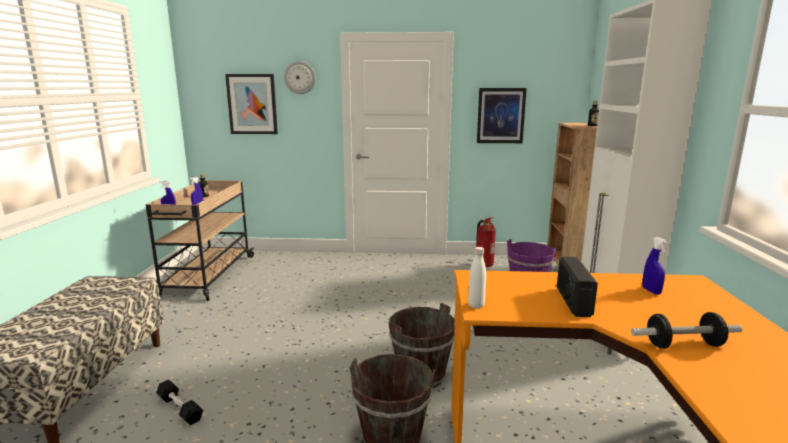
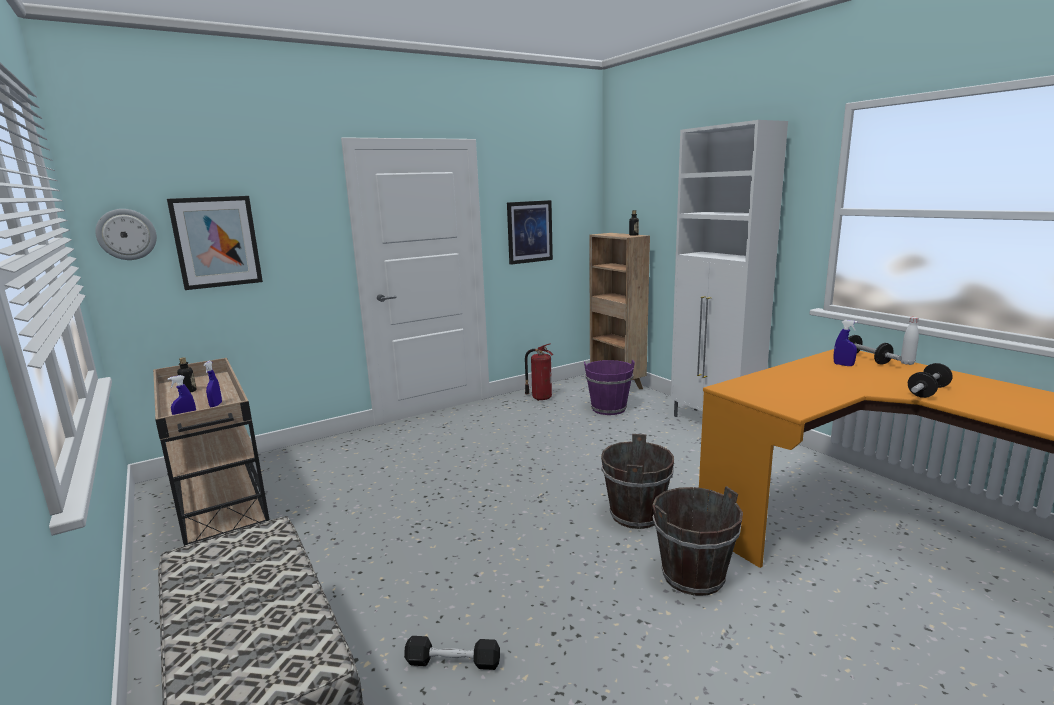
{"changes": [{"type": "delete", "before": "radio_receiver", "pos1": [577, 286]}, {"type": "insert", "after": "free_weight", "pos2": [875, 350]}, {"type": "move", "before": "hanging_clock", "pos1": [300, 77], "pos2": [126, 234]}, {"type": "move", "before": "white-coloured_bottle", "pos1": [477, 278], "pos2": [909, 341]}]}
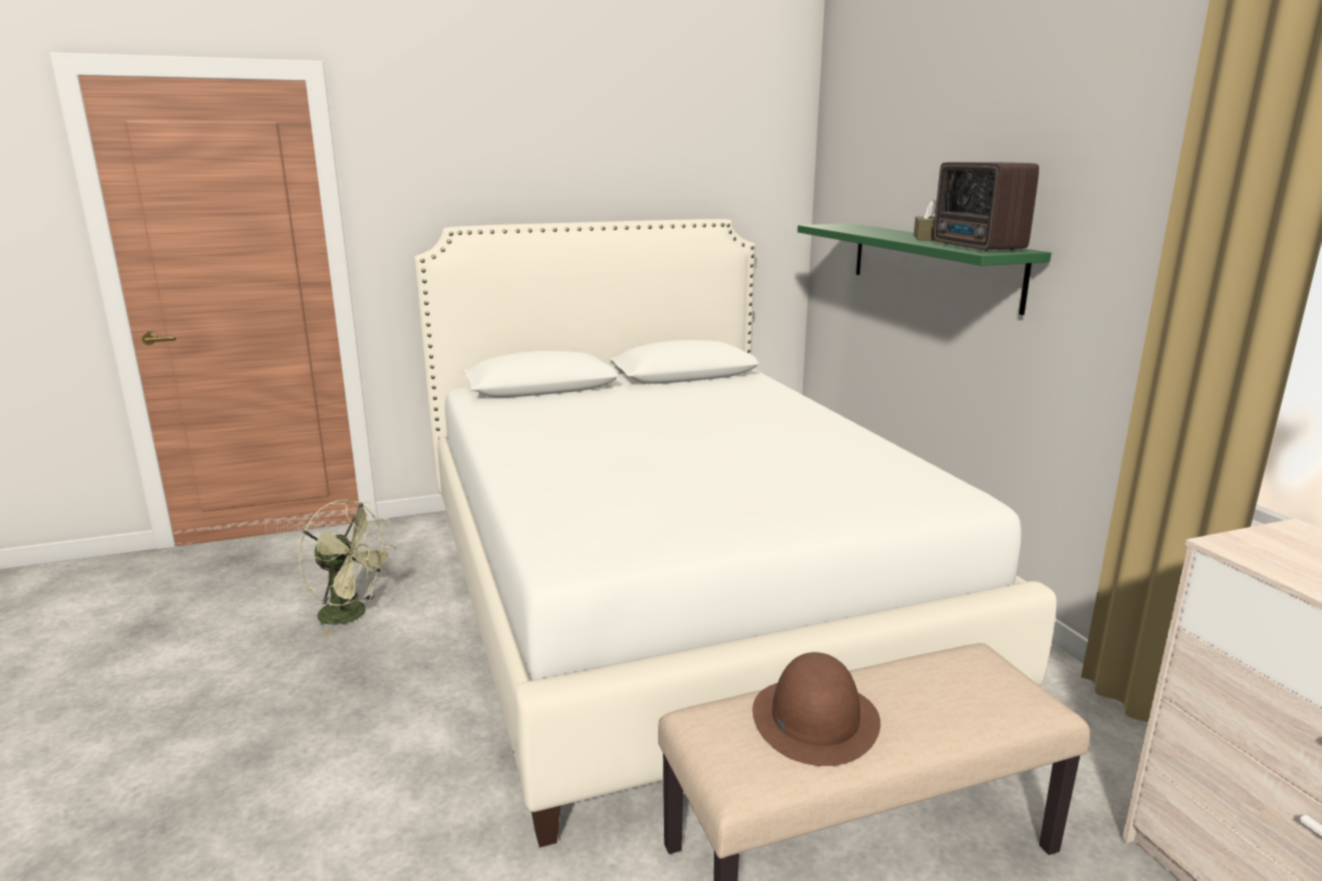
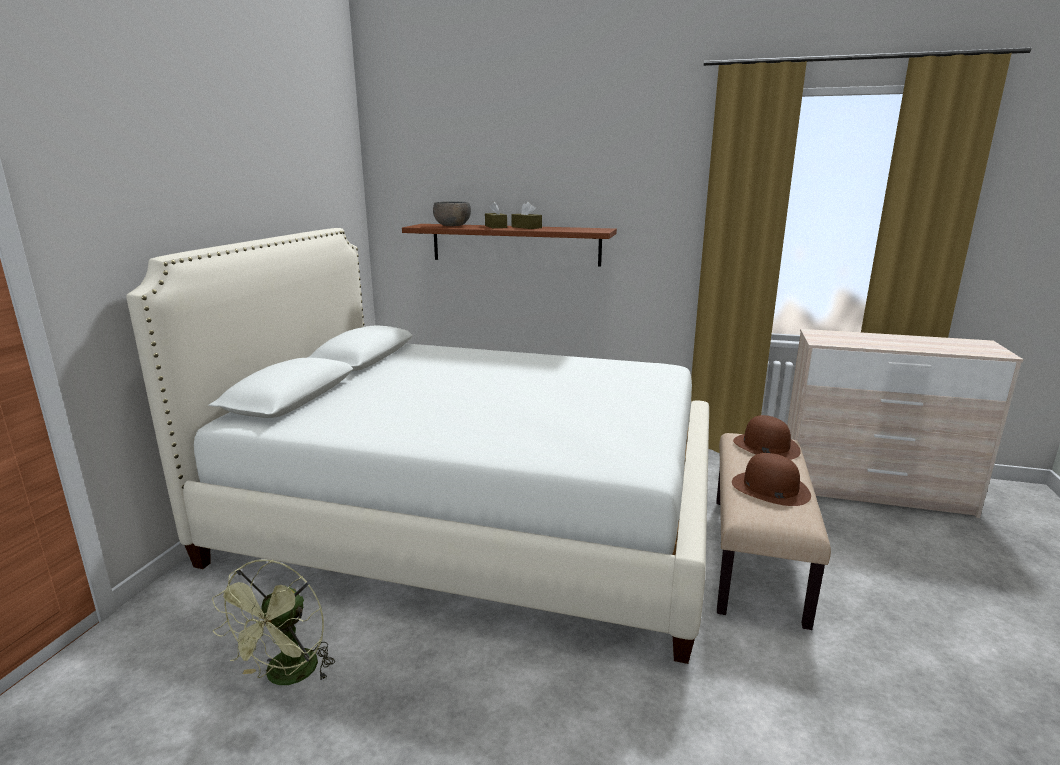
{"changes": [{"type": "delete", "before": "radio_receiver", "pos1": [986, 206]}, {"type": "insert", "after": "grey_bowl", "pos2": [452, 214]}, {"type": "insert", "after": "brownish_tissue_holder", "pos2": [496, 214]}, {"type": "insert", "after": "brownish_wearable_hat", "pos2": [767, 437]}, {"type": "recolor", "before": "green_bracket_shelf", "after": "brownish_bracket_shelf", "pos1": [924, 269], "pos2": [509, 245]}, {"type": "rotate", "before": "green_electric_fan", "pos1": [347, 567], "pos2": [273, 622], "turn": 135}]}
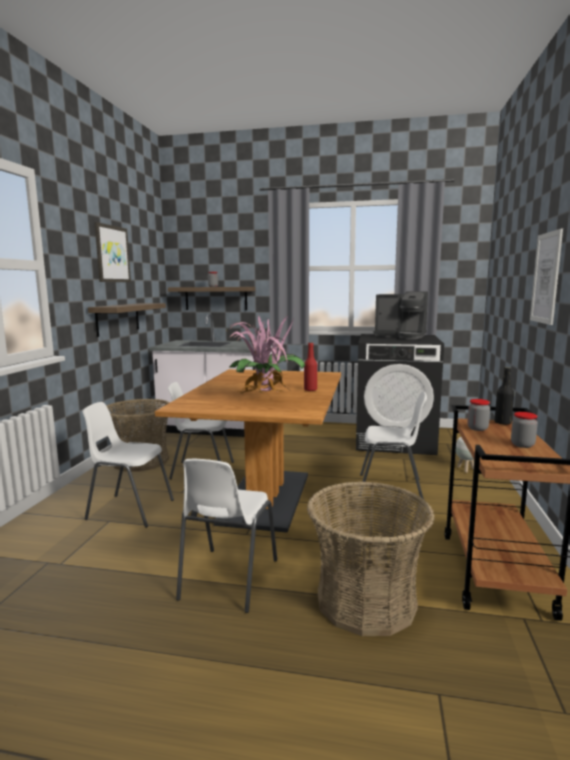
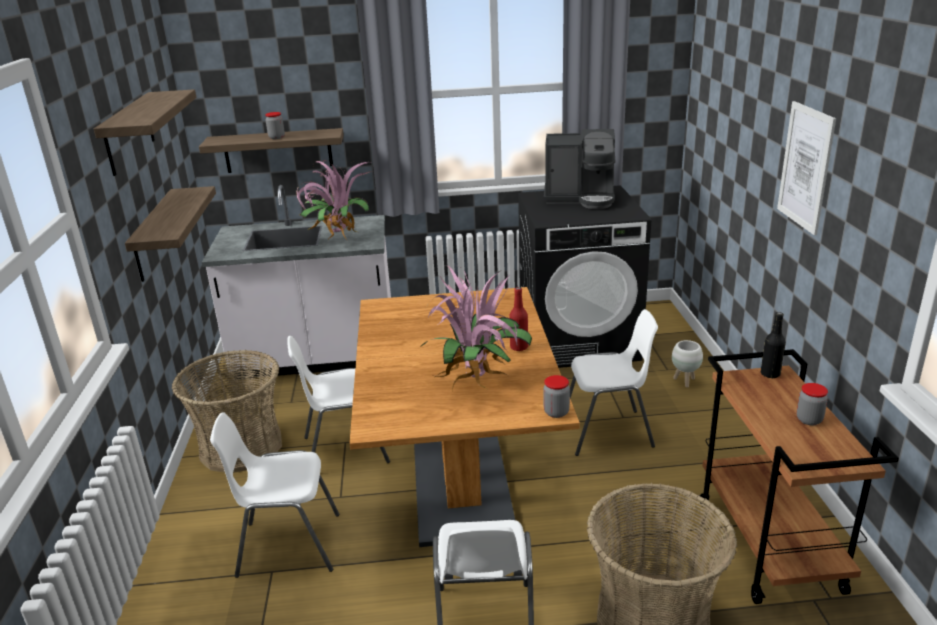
{"changes": [{"type": "insert", "after": "plant_in_a_pot", "pos2": [334, 200]}, {"type": "move", "before": "storage_jar", "pos1": [478, 415], "pos2": [557, 396]}, {"type": "replace", "before": "wall_art", "after": "bracket_shelf", "pos1": [112, 252], "pos2": [145, 132]}]}
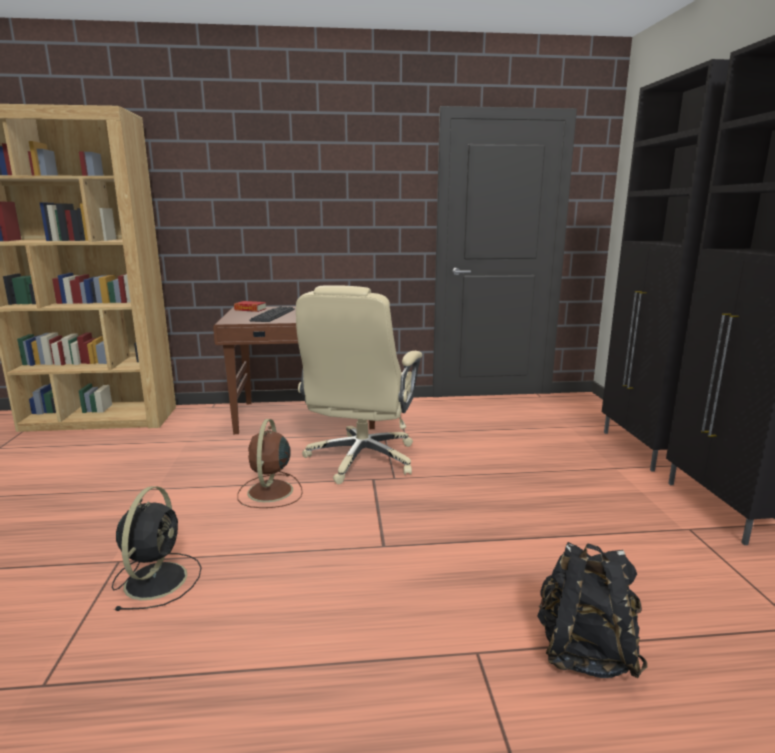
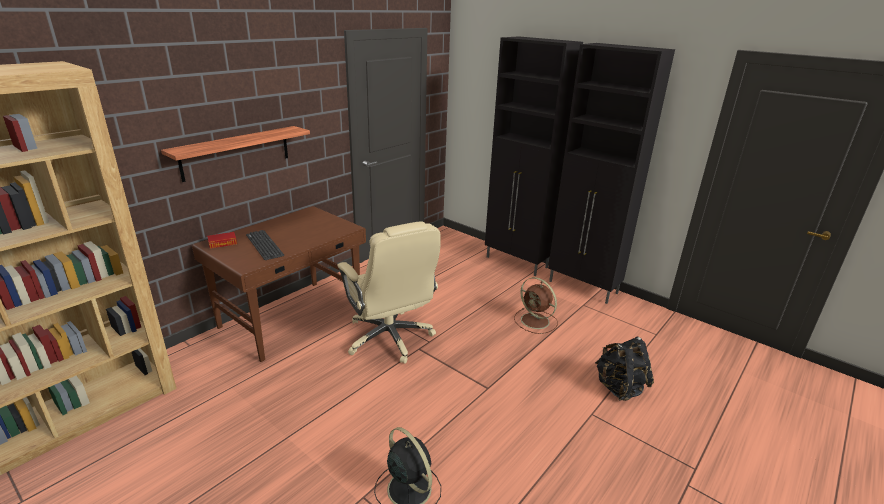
{"changes": [{"type": "insert", "after": "bracket_shelf", "pos2": [235, 154]}, {"type": "move", "before": "brownish_electric_fan", "pos1": [270, 463], "pos2": [536, 305]}]}
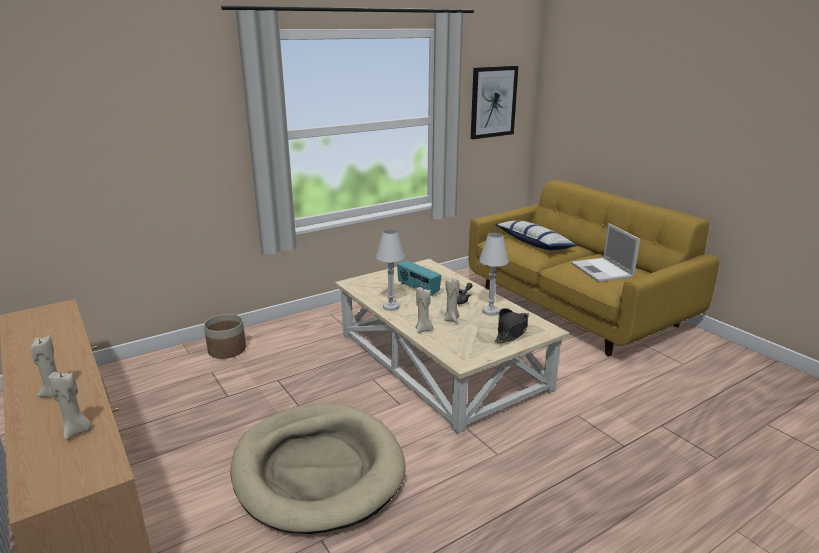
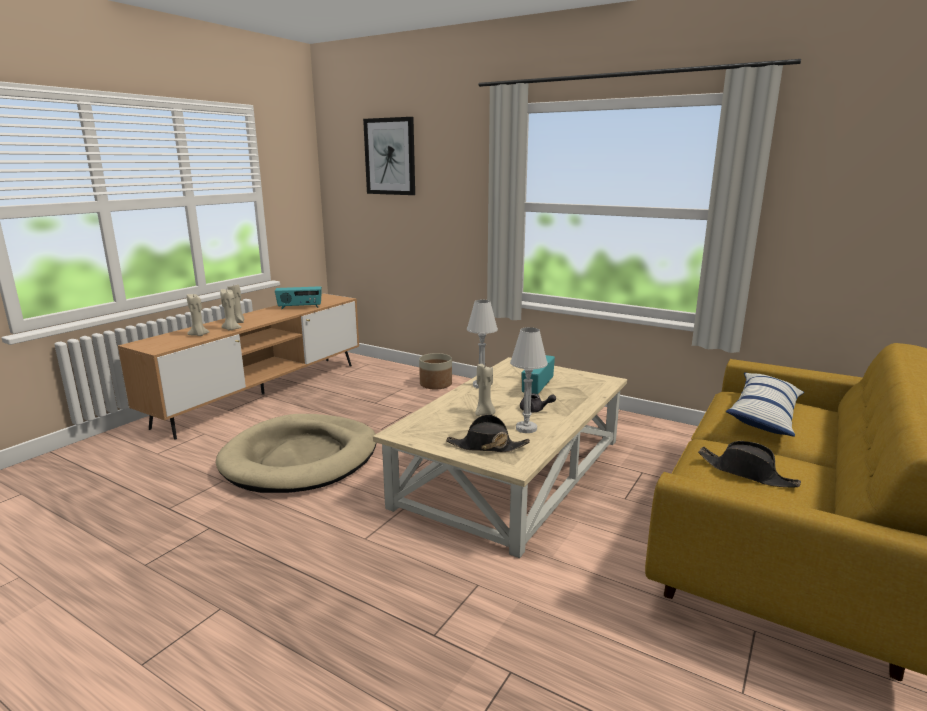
{"changes": [{"type": "insert", "after": "radio_receiver", "pos2": [298, 297]}, {"type": "move", "before": "beige-coloured_wax_candle", "pos1": [424, 310], "pos2": [231, 310]}, {"type": "move", "before": "wall_art", "pos1": [494, 102], "pos2": [389, 156]}, {"type": "replace", "before": "portable_computer", "after": "blackish_wearable_hat", "pos1": [605, 252], "pos2": [749, 464]}]}
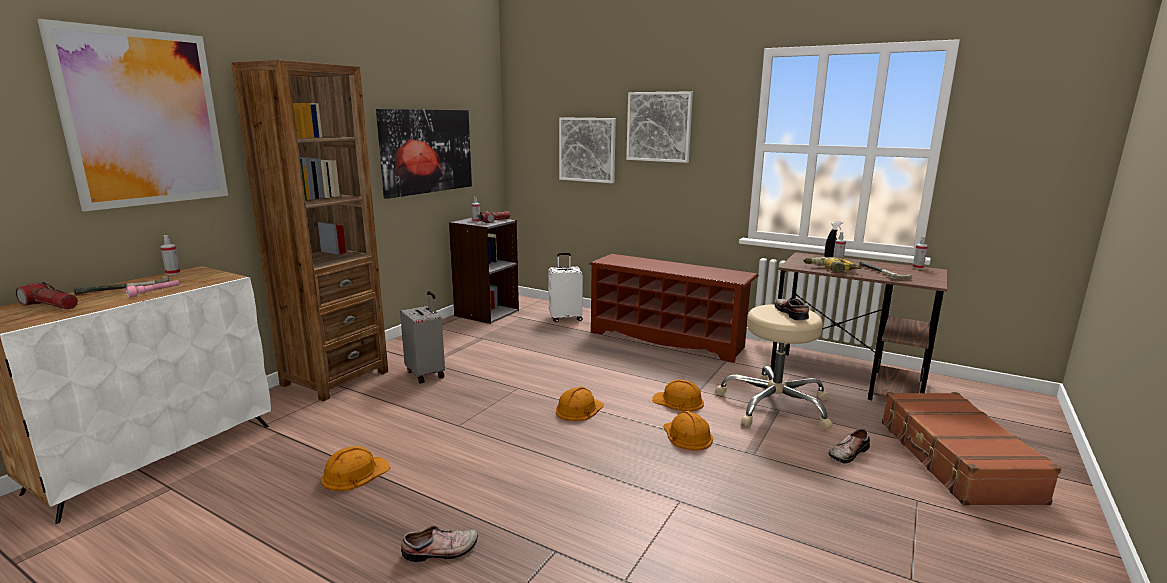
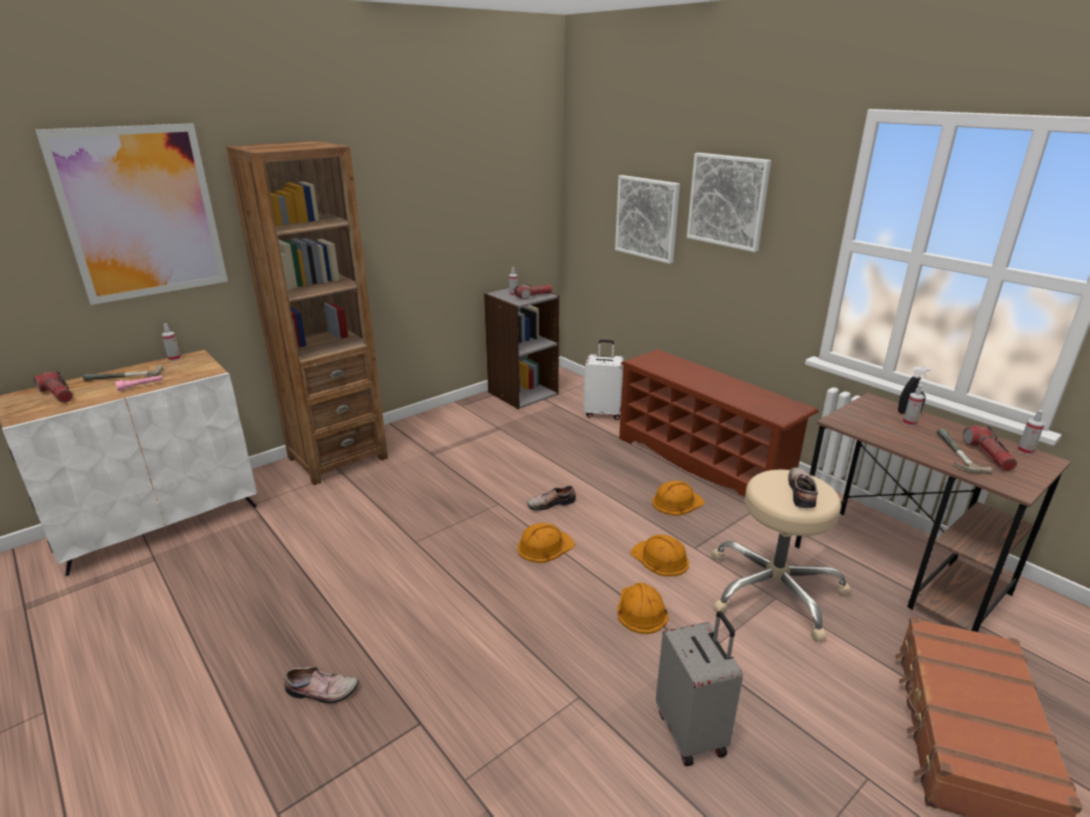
{"changes": [{"type": "delete", "before": "wall_art", "pos1": [424, 154]}, {"type": "delete", "before": "power_drill", "pos1": [832, 264]}, {"type": "insert", "after": "flashlight", "pos2": [990, 448]}, {"type": "move", "before": "orangey_work_helmet", "pos1": [356, 468], "pos2": [678, 498]}, {"type": "move", "before": "grey_piece_of_luggage", "pos1": [422, 337], "pos2": [699, 688]}, {"type": "move", "before": "low_shoe", "pos1": [849, 446], "pos2": [551, 498]}]}
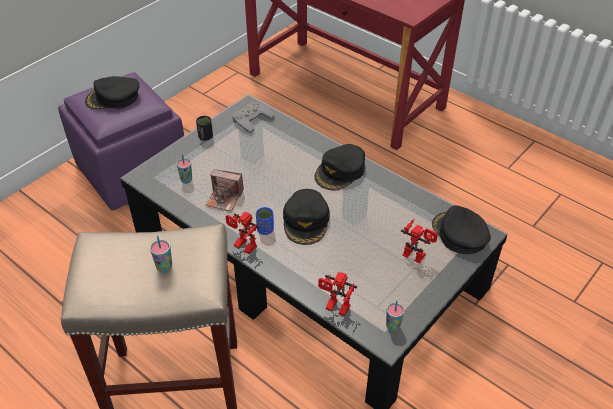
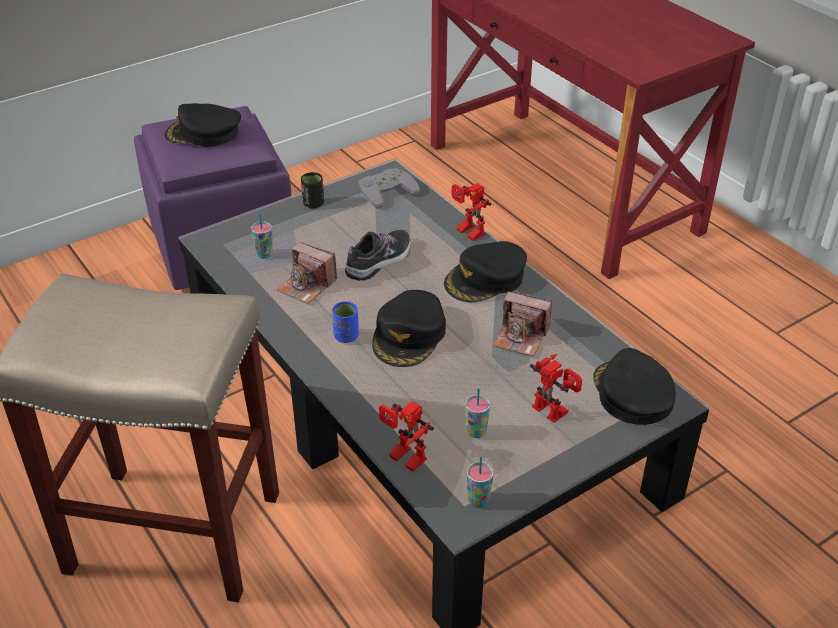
{"changes": [{"type": "insert", "after": "low_shoe", "pos2": [378, 255]}, {"type": "insert", "after": "still_camera", "pos2": [522, 324]}, {"type": "move", "before": "cup", "pos1": [161, 254], "pos2": [477, 413]}, {"type": "move", "before": "toy_robot", "pos1": [242, 233], "pos2": [471, 212]}]}
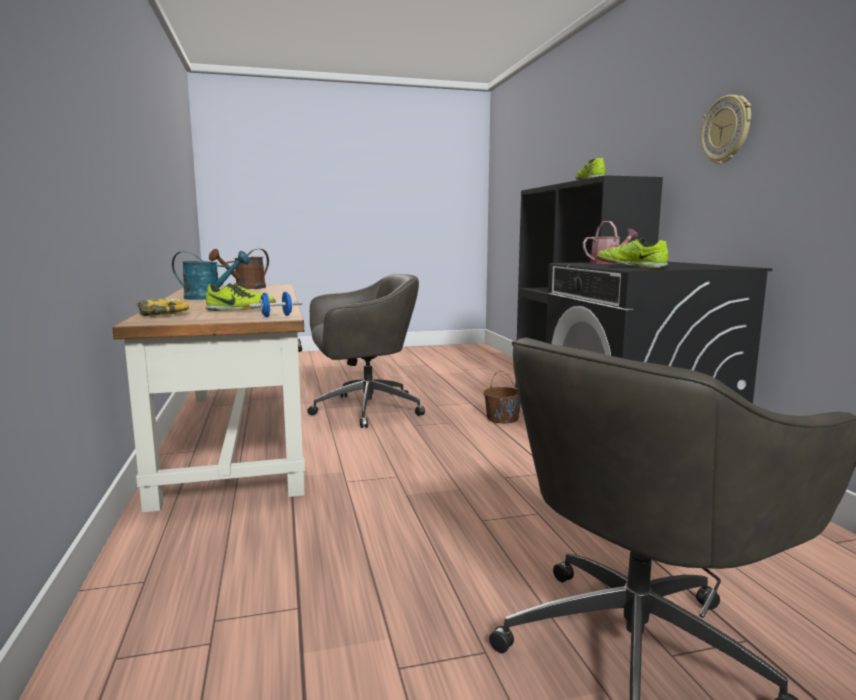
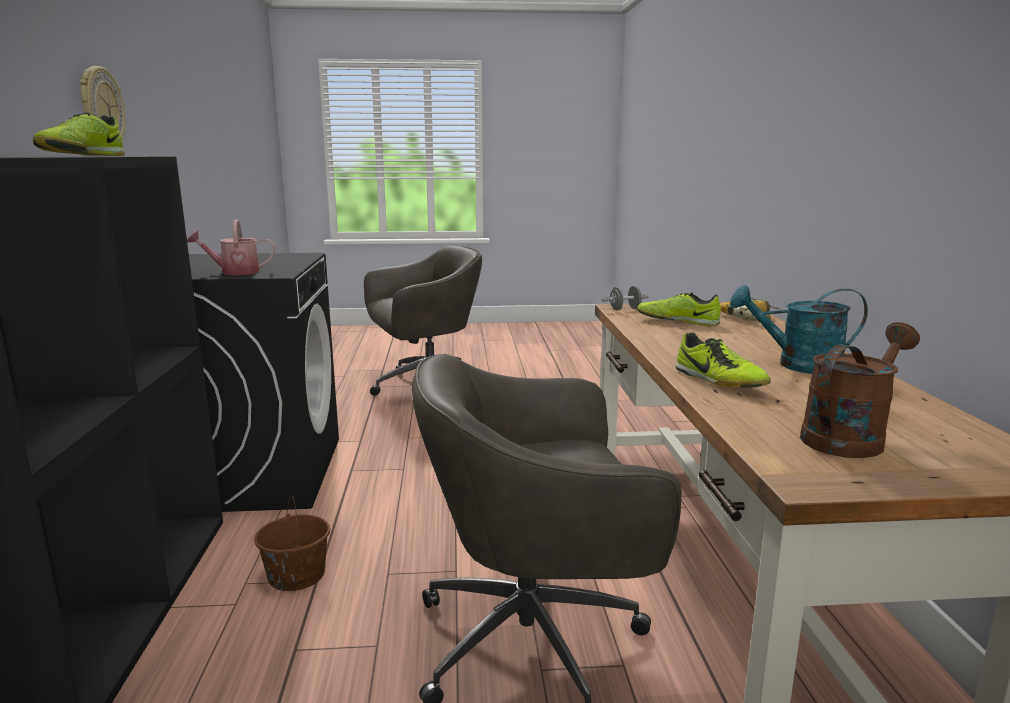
{"changes": [{"type": "move", "before": "low_shoe", "pos1": [632, 253], "pos2": [723, 360]}, {"type": "recolor", "before": "blue-coloured_free_weight", "after": "grey_free_weight", "pos1": [276, 304], "pos2": [625, 298]}]}
